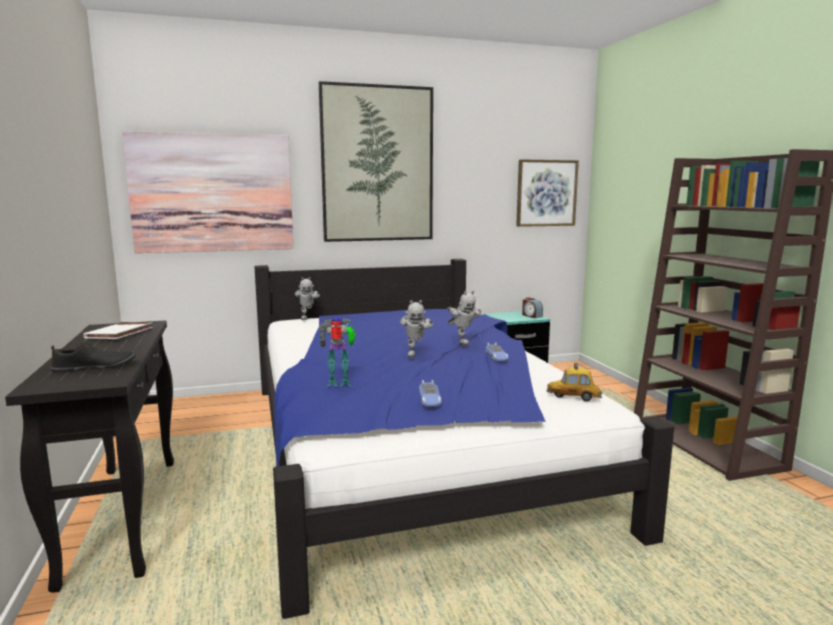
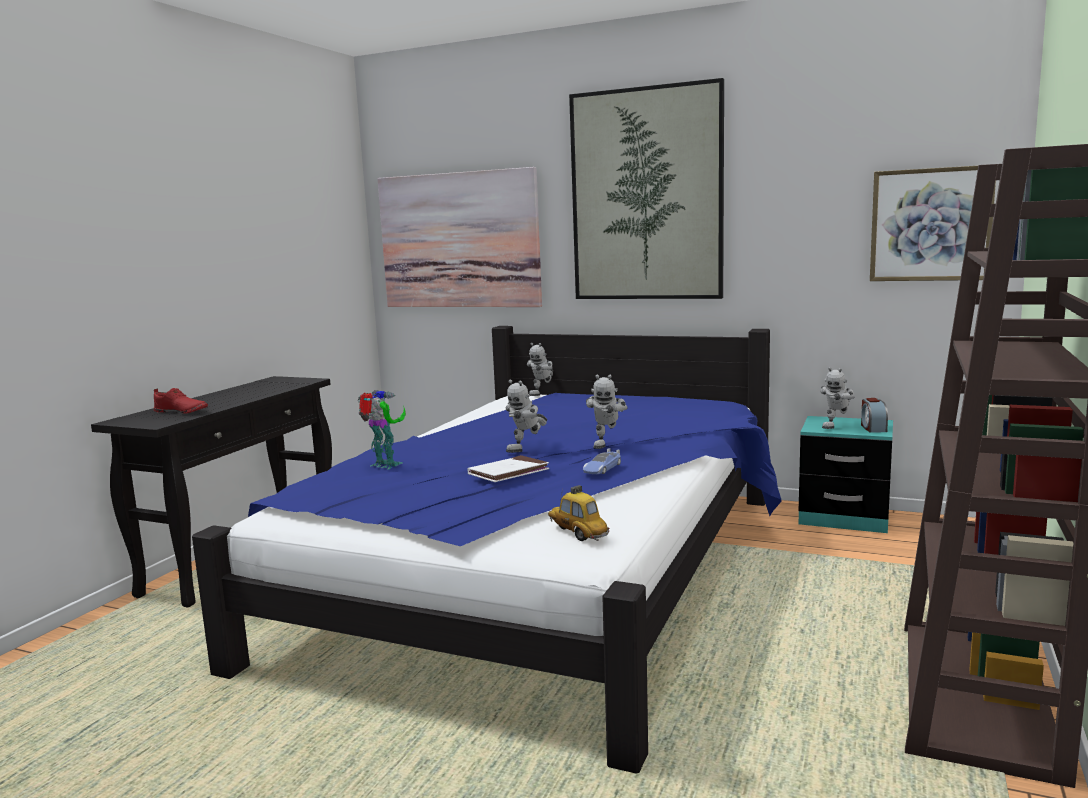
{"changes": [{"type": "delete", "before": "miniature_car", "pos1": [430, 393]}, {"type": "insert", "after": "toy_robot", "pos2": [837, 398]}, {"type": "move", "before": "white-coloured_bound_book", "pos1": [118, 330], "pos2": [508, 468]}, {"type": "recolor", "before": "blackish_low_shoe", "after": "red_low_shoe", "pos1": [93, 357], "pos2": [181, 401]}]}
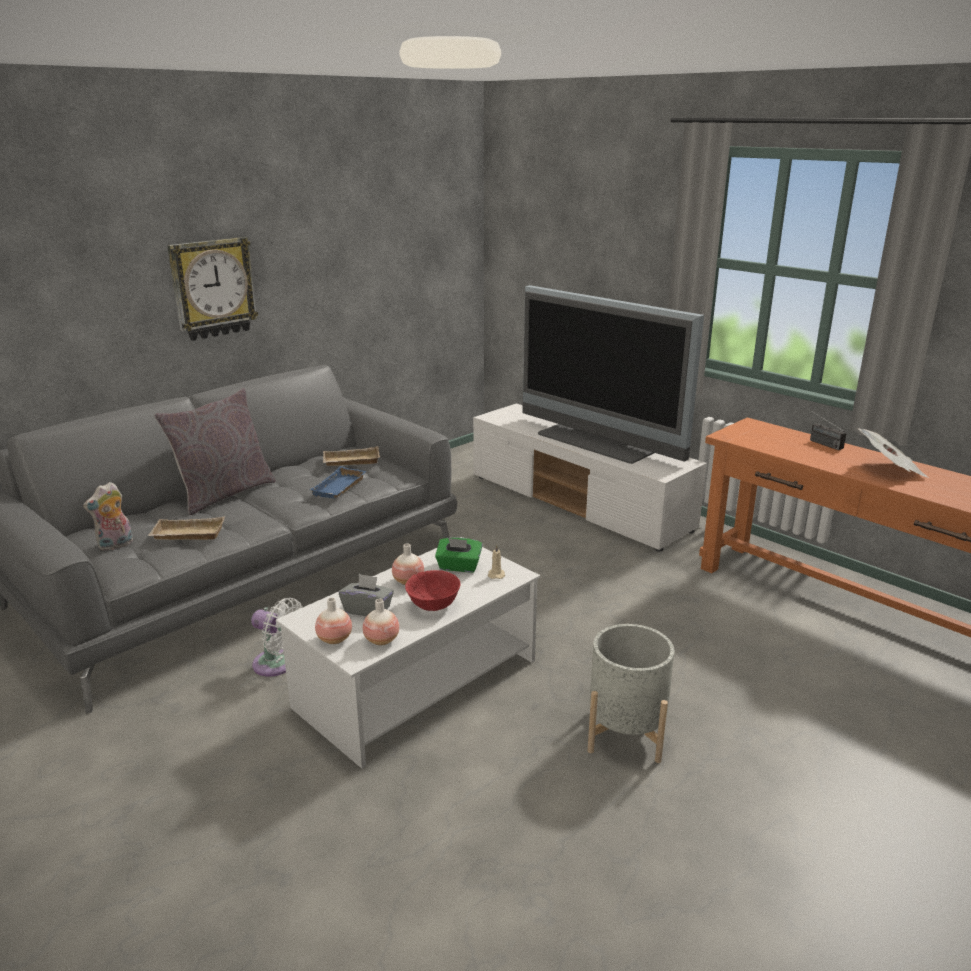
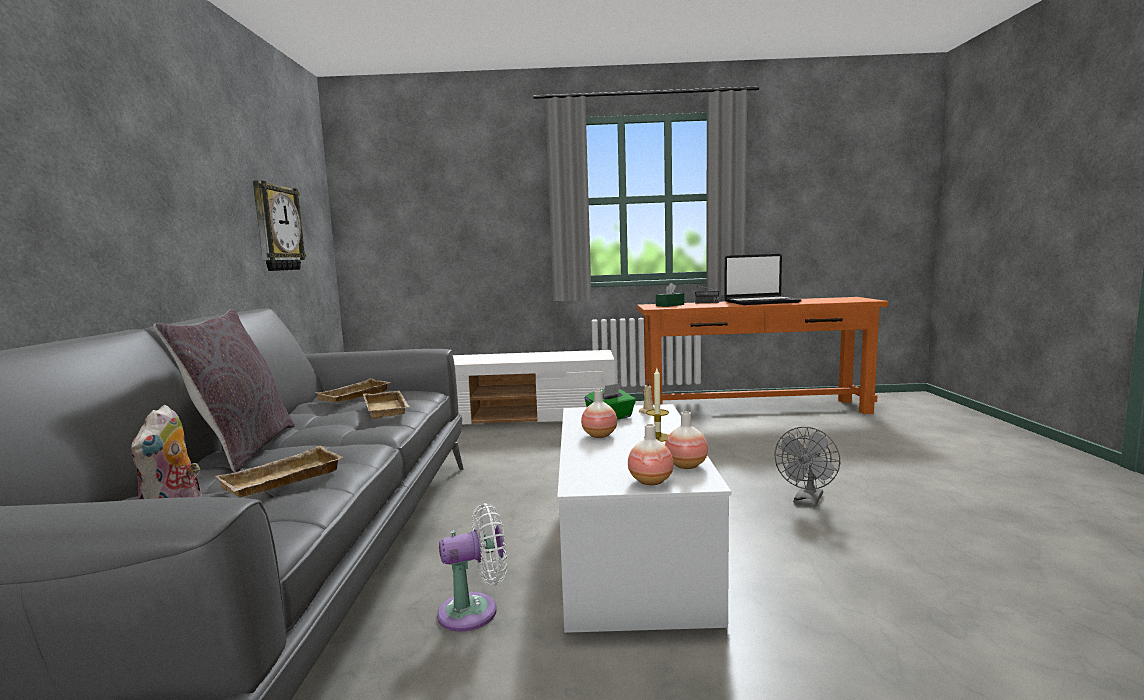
{"changes": [{"type": "delete", "before": "grey_tissue_holder", "pos1": [366, 595]}, {"type": "delete", "before": "TV_set", "pos1": [613, 374]}, {"type": "insert", "after": "green_tissue_holder", "pos2": [670, 295]}, {"type": "move", "before": "hanging_clock", "pos1": [212, 289], "pos2": [279, 226]}, {"type": "replace", "before": "red_bowl", "after": "wax_candle", "pos1": [433, 590], "pos2": [656, 405]}, {"type": "replace", "before": "grey_plant_pot", "after": "grey_electric_fan", "pos1": [631, 693], "pos2": [807, 467]}, {"type": "replace", "before": "printed_paper", "after": "portable_computer", "pos1": [893, 453], "pos2": [762, 279]}, {"type": "recolor", "before": "blue-coloured_serving_tray", "after": "beige-coloured_serving_tray", "pos1": [337, 482], "pos2": [386, 405]}]}
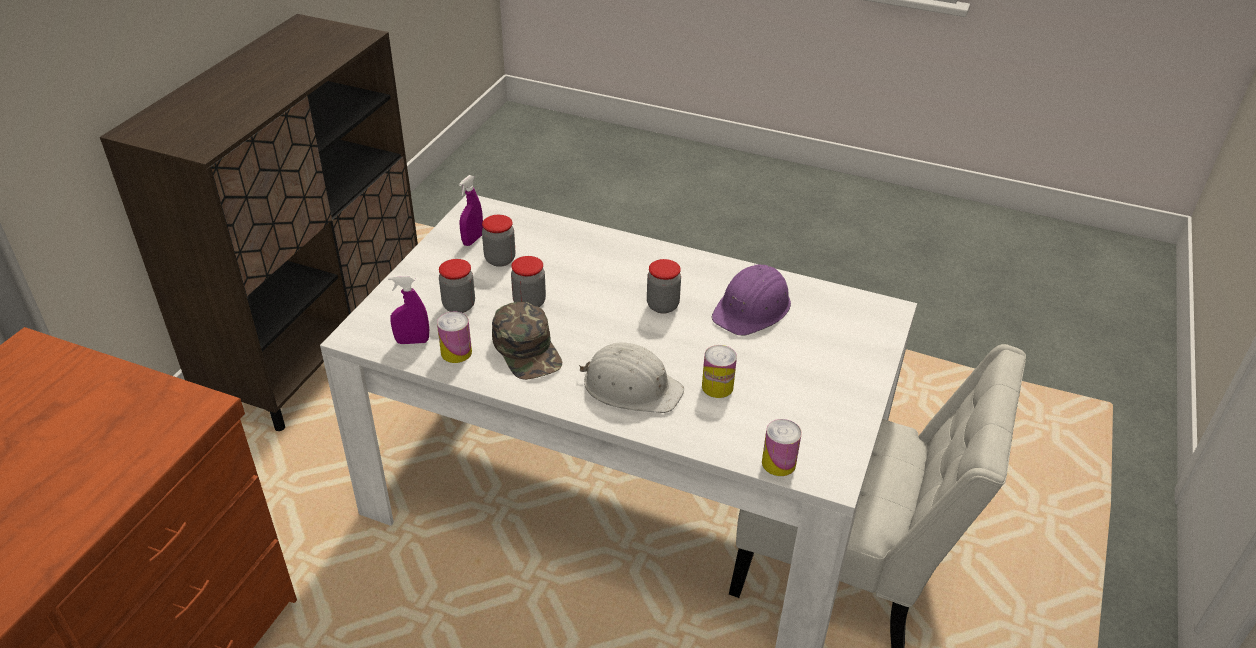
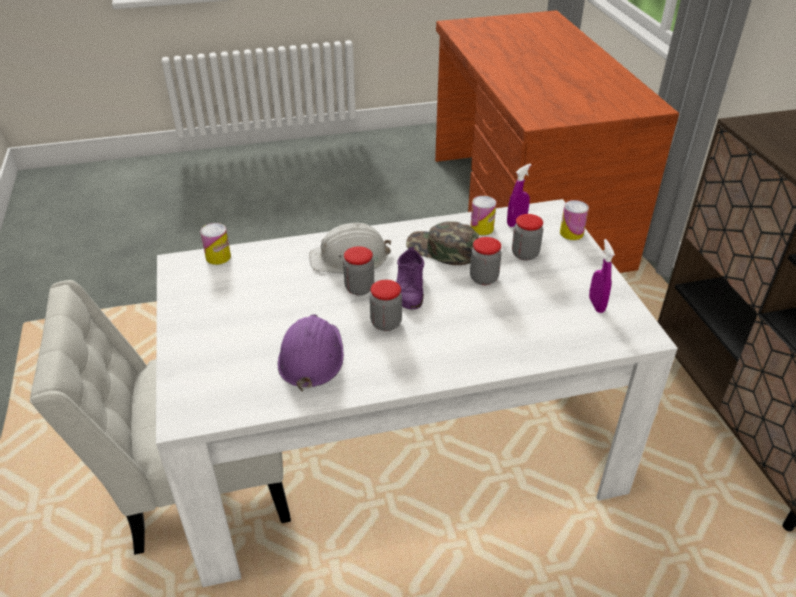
{"changes": [{"type": "insert", "after": "purplish_low_shoe", "pos2": [410, 278]}, {"type": "move", "before": "storage_jar", "pos1": [498, 241], "pos2": [358, 270]}, {"type": "move", "before": "can", "pos1": [719, 371], "pos2": [574, 220]}]}
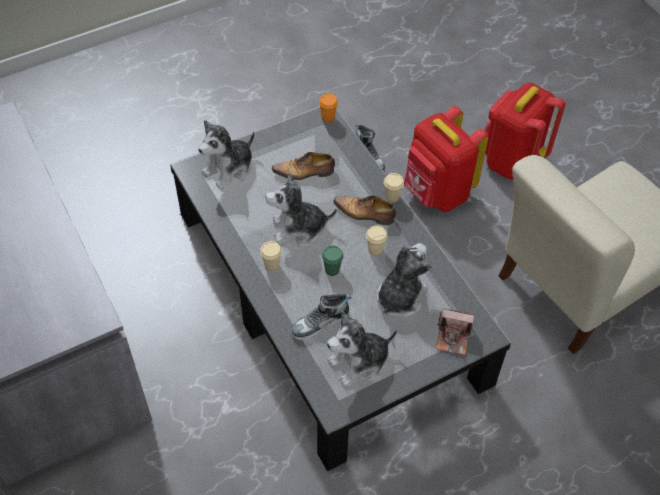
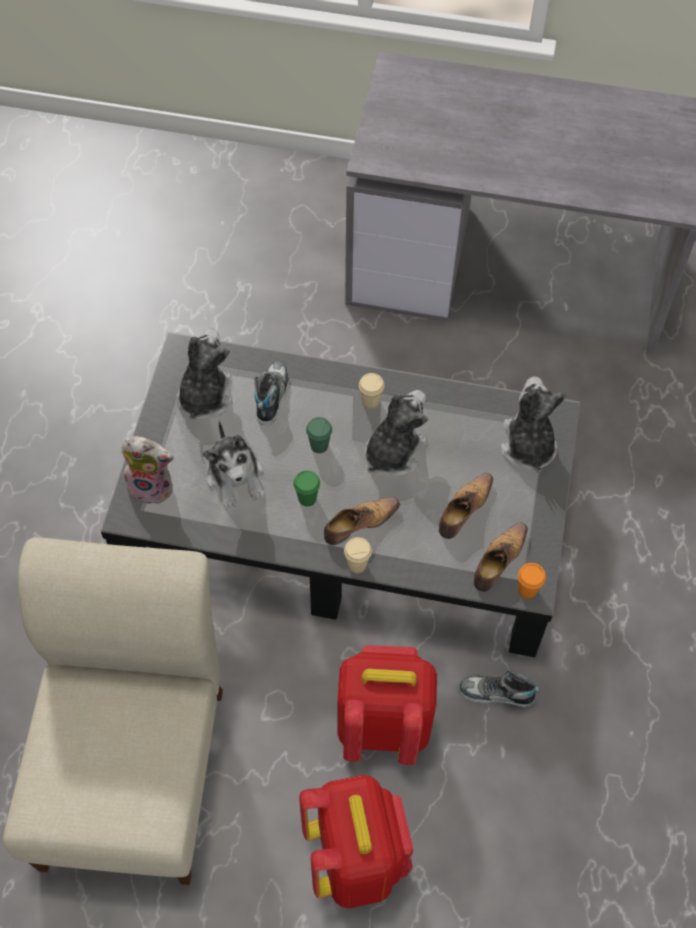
{"changes": [{"type": "insert", "after": "low_shoe", "pos2": [501, 557]}, {"type": "replace", "before": "still_camera", "after": "cuddly_toy", "pos1": [455, 331], "pos2": [147, 470]}, {"type": "recolor", "before": "beige-coloured_cup", "after": "green_cup", "pos1": [376, 241], "pos2": [306, 488]}]}
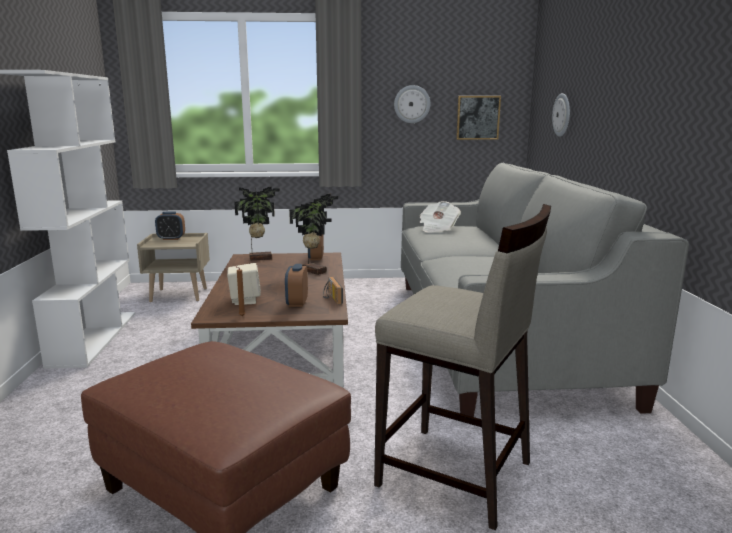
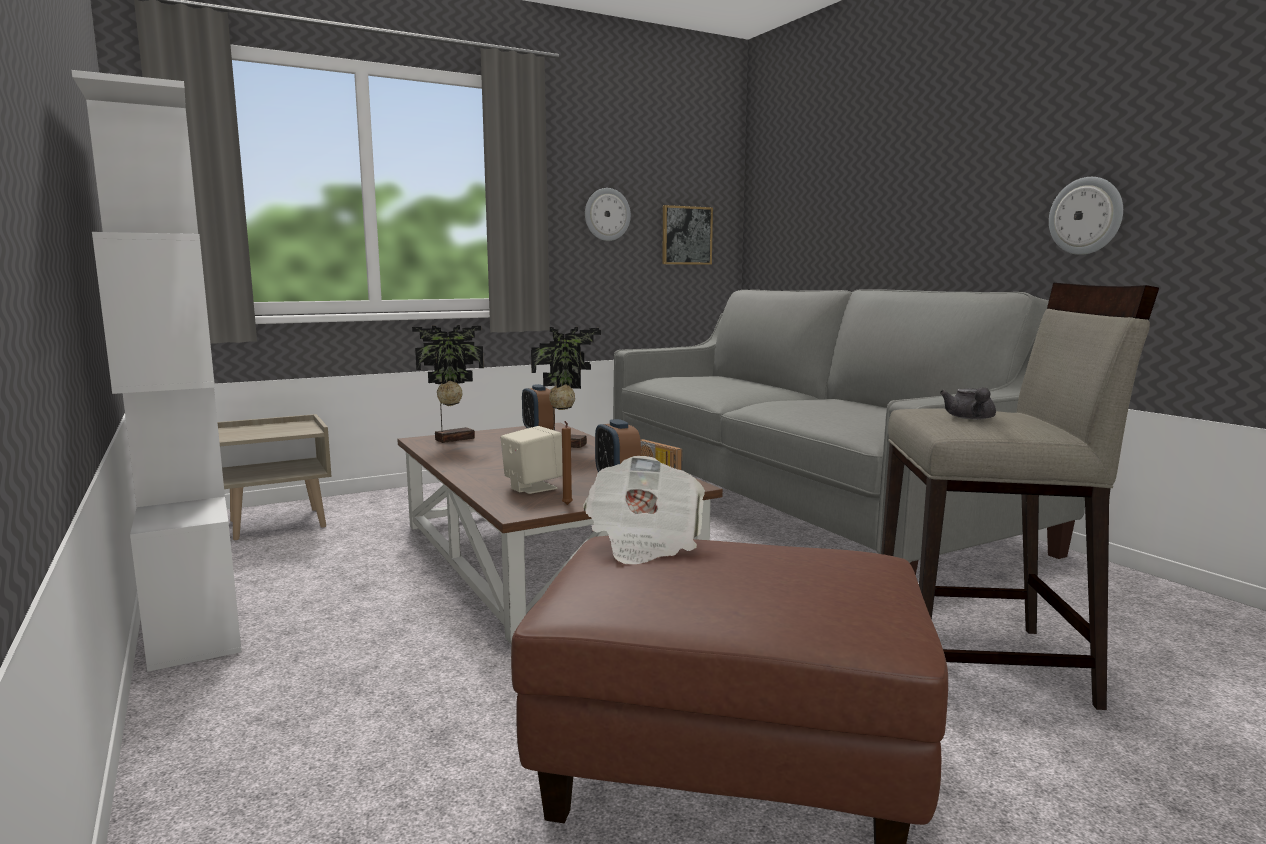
{"changes": [{"type": "delete", "before": "alarm_clock", "pos1": [170, 225]}, {"type": "insert", "after": "grey_teapot", "pos2": [968, 403]}, {"type": "move", "before": "printed_paper", "pos1": [440, 217], "pos2": [644, 510]}, {"type": "move", "before": "hanging_clock", "pos1": [561, 115], "pos2": [1086, 216]}]}
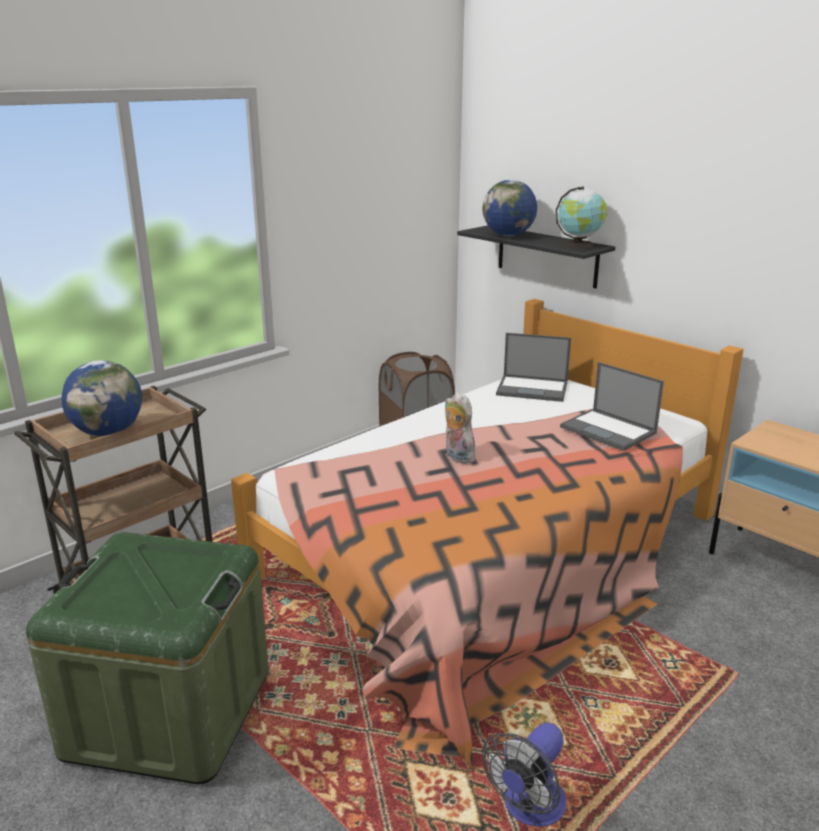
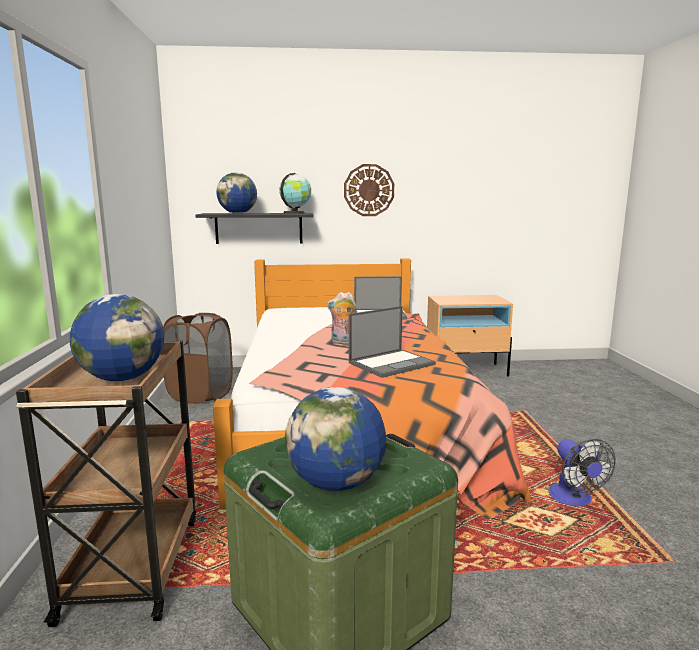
{"changes": [{"type": "insert", "after": "desk_globe", "pos2": [336, 439]}, {"type": "insert", "after": "hanging_clock", "pos2": [369, 190]}, {"type": "move", "before": "portable_computer", "pos1": [533, 367], "pos2": [392, 342]}]}
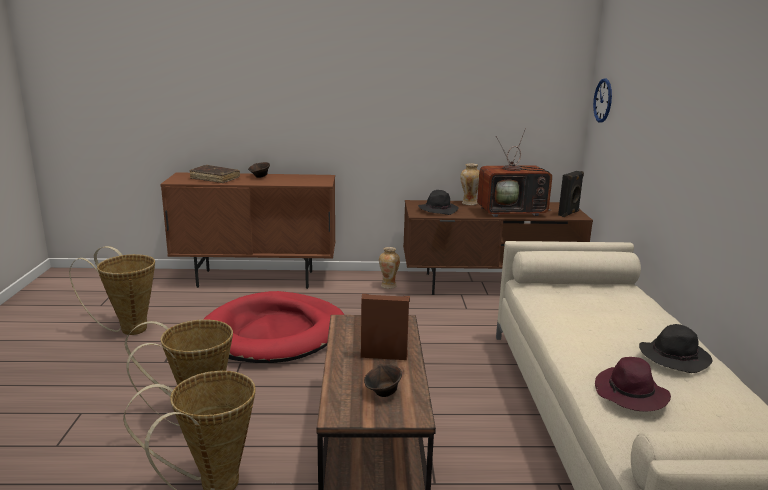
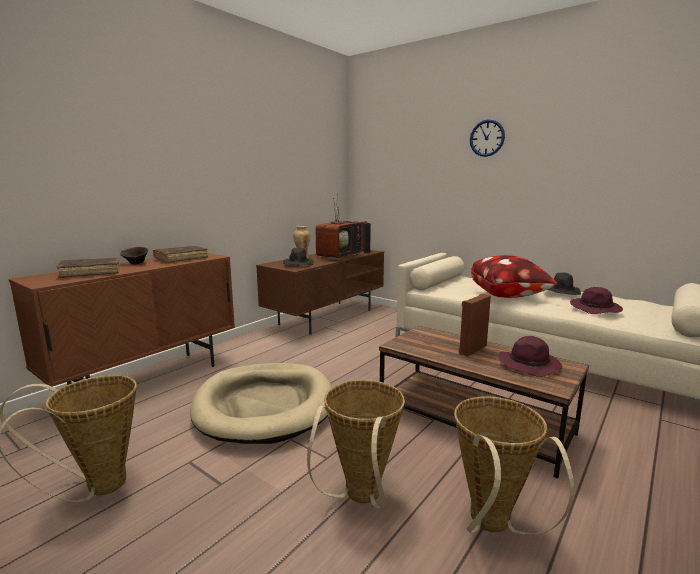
{"changes": [{"type": "delete", "before": "decorative_vase", "pos1": [389, 268]}, {"type": "insert", "after": "brownish_bound_book", "pos2": [180, 254]}, {"type": "insert", "after": "cushion", "pos2": [514, 276]}, {"type": "move", "before": "hanging_clock", "pos1": [602, 100], "pos2": [487, 138]}, {"type": "replace", "before": "brownish_bowl", "after": "purplish_wearable_hat", "pos1": [383, 380], "pos2": [530, 356]}, {"type": "recolor", "before": "red_pet_bed", "after": "beige-coloured_pet_bed", "pos1": [273, 327], "pos2": [261, 403]}]}
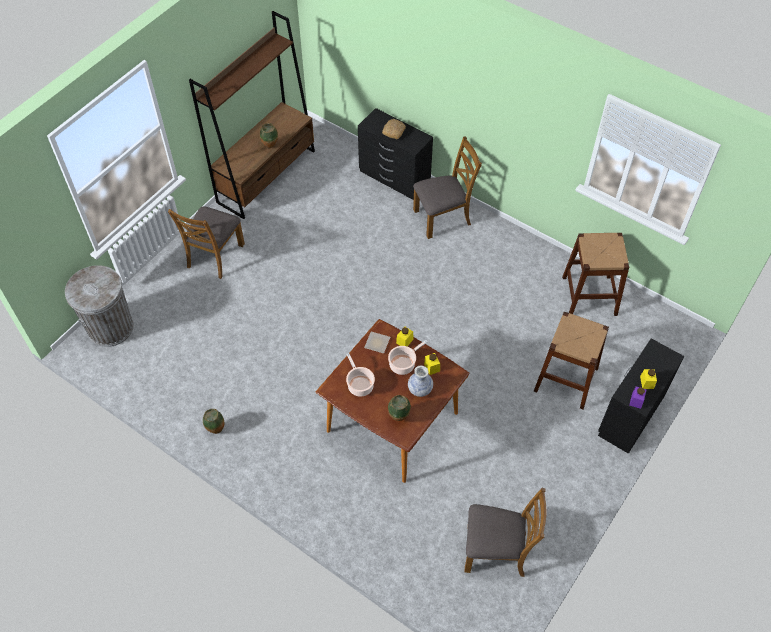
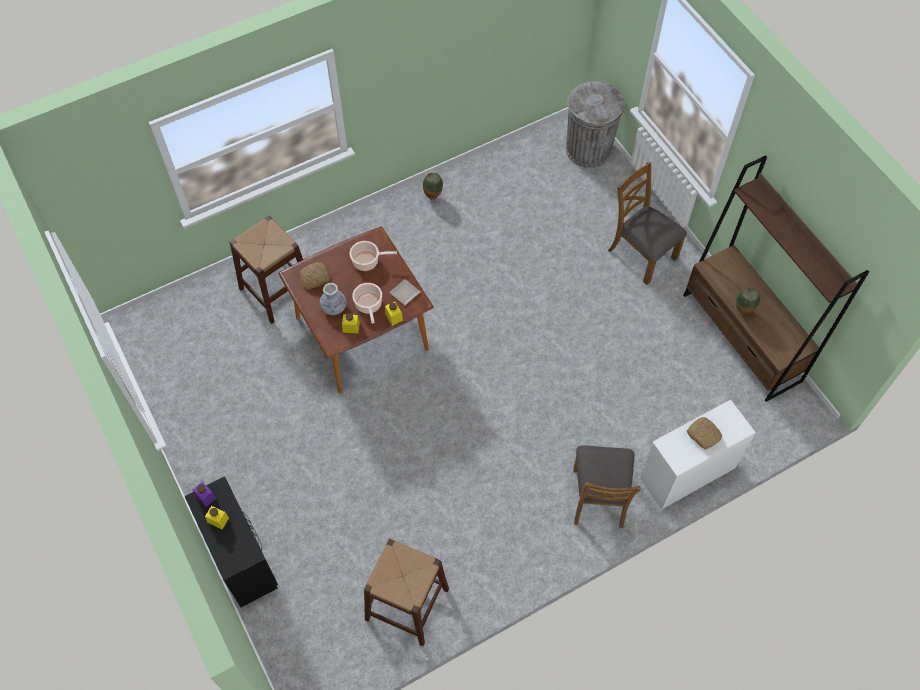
{"changes": [{"type": "delete", "before": "brownish_plain_chair", "pos1": [505, 532]}, {"type": "move", "before": "brownish_stool", "pos1": [571, 361], "pos2": [266, 270]}, {"type": "replace", "before": "decorative_vase", "after": "baked_bread", "pos1": [399, 408], "pos2": [315, 276]}, {"type": "recolor", "before": "blackish_dresser", "after": "white-coloured_dresser", "pos1": [395, 154], "pos2": [698, 454]}]}
